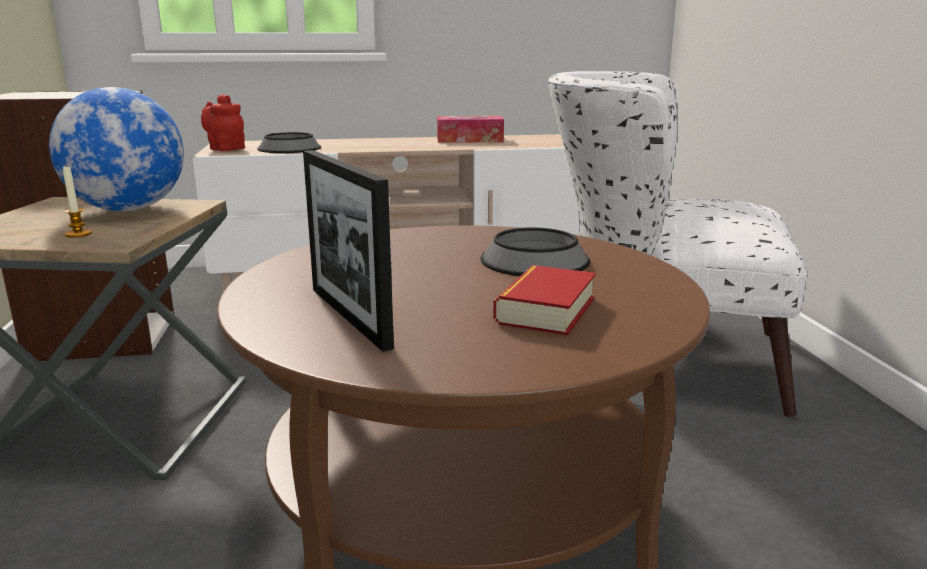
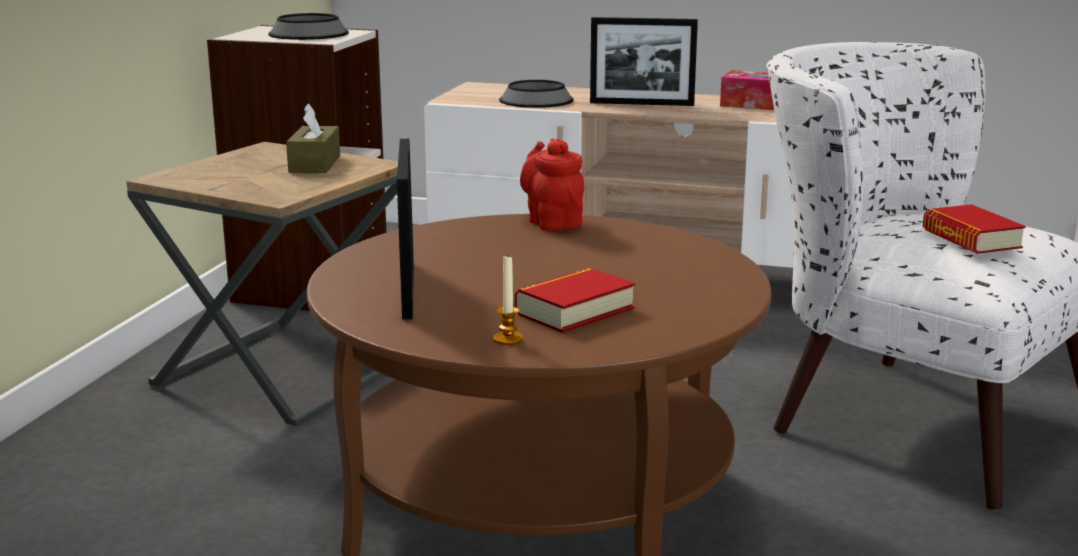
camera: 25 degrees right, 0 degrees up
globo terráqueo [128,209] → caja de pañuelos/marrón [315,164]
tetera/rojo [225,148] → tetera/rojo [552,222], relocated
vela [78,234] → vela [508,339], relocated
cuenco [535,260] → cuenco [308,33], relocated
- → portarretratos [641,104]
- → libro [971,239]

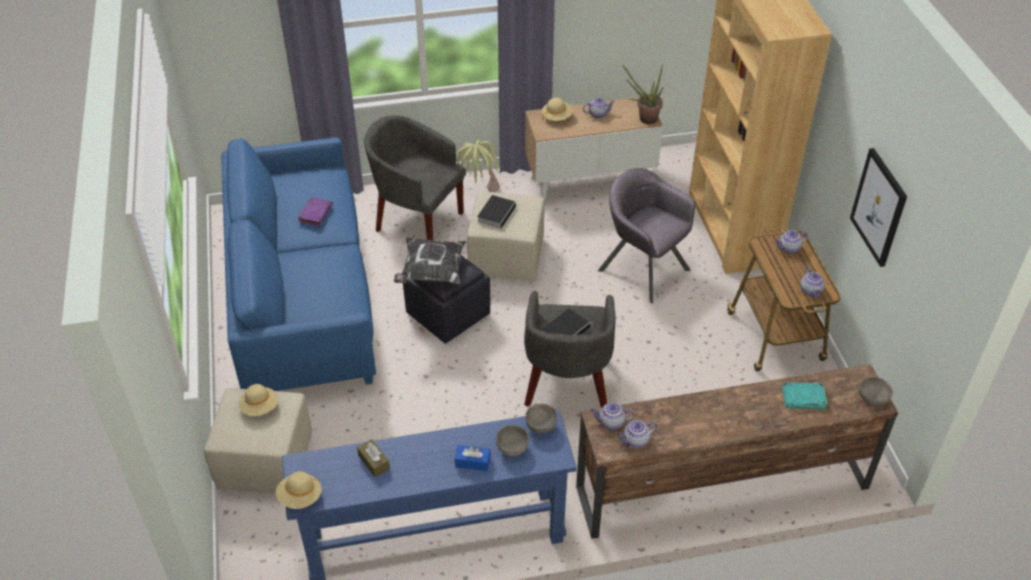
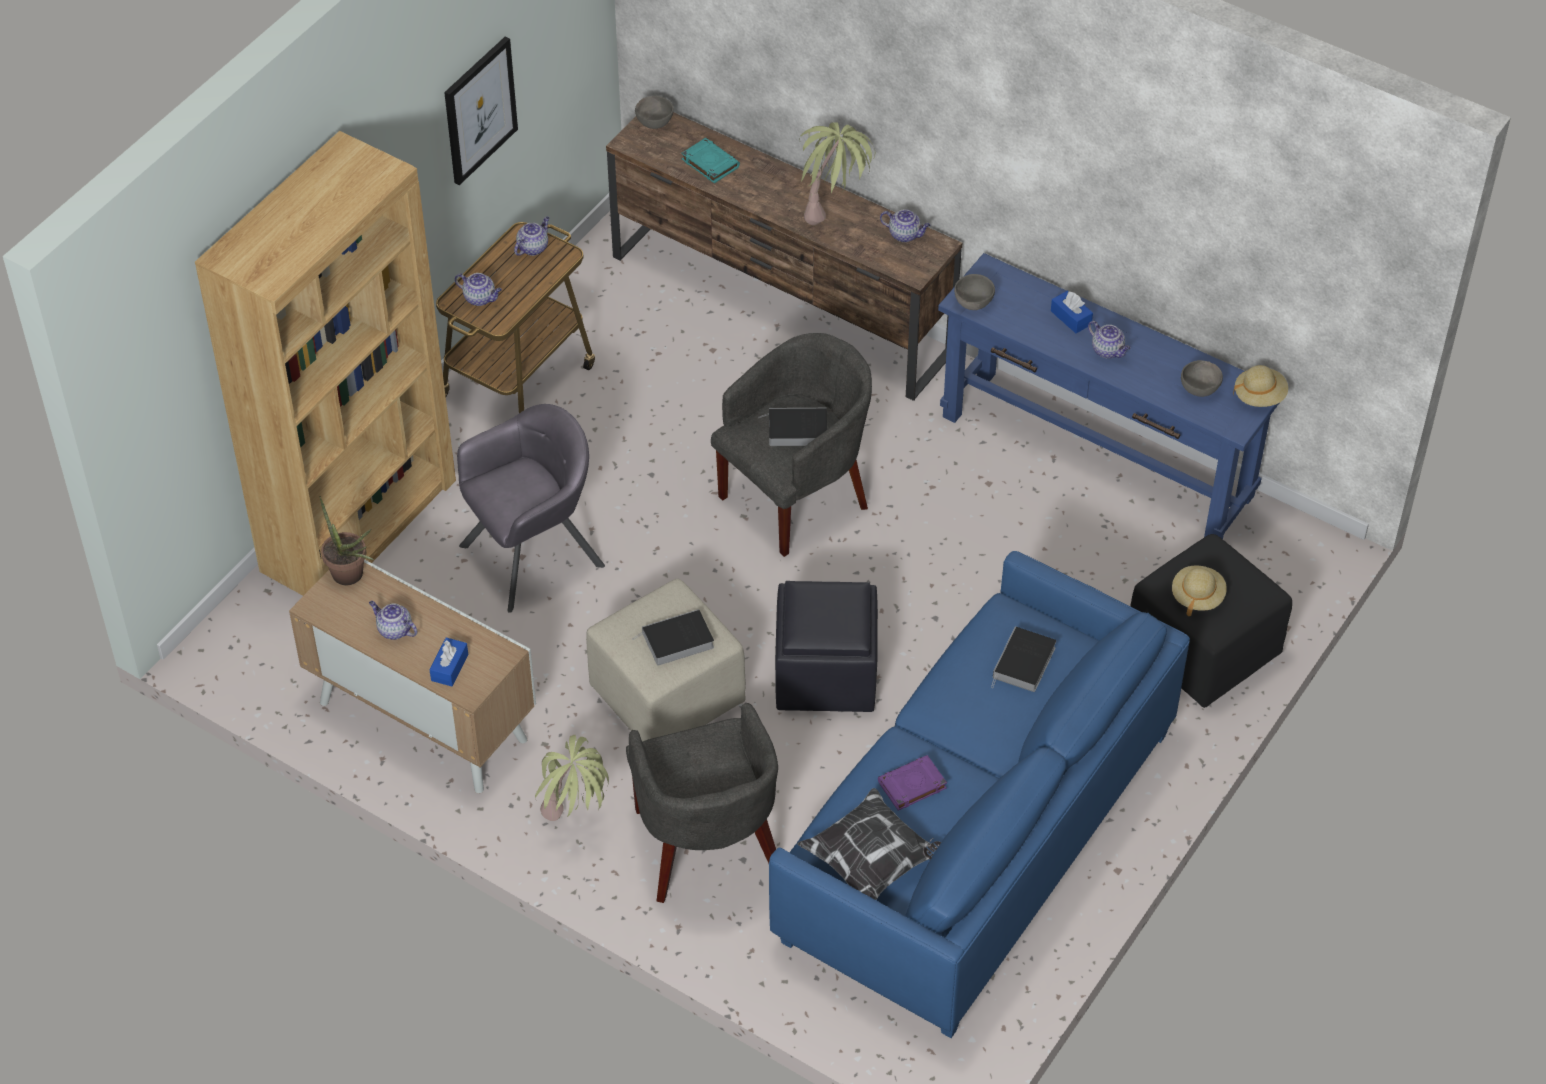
camera: 135 degrees left, 5 degrees up
sombrero/beis [557,117] → caja de pañuelos/azul [449,667]
sillón/gris [643,269] → sillón/gris [533,555], 120 degrees counterclockwise
cojín [431,272] → cojín [873,863], relocated
puf/beis [267,462] → puf/negro [1201,649]
tetera [611,422] → tetera [1108,351], relocated
cuenco/gris [512,449] → cuenco/gris [1200,389], relocated
caja de pañuelos/marrón [374,462] → -
- → planta en maceta [834,210]
- → libro [1024,664]

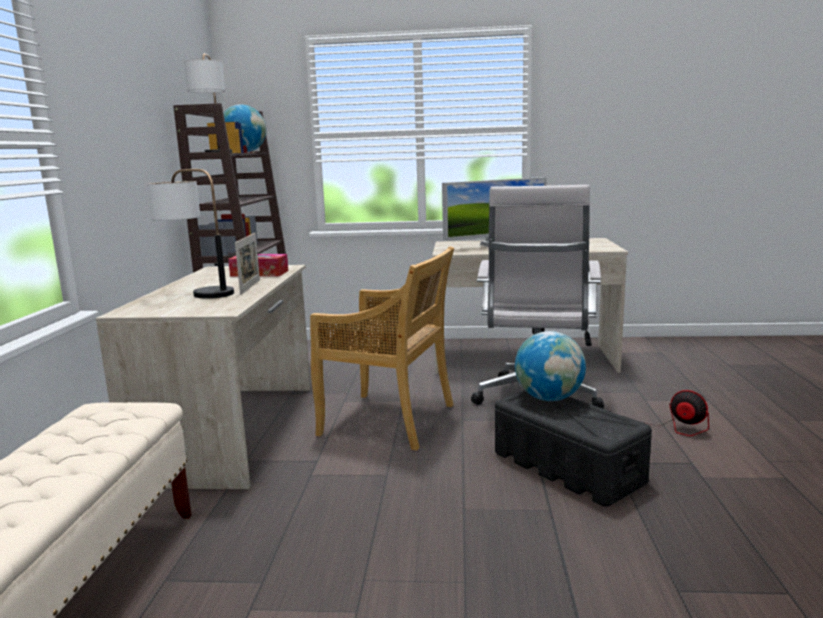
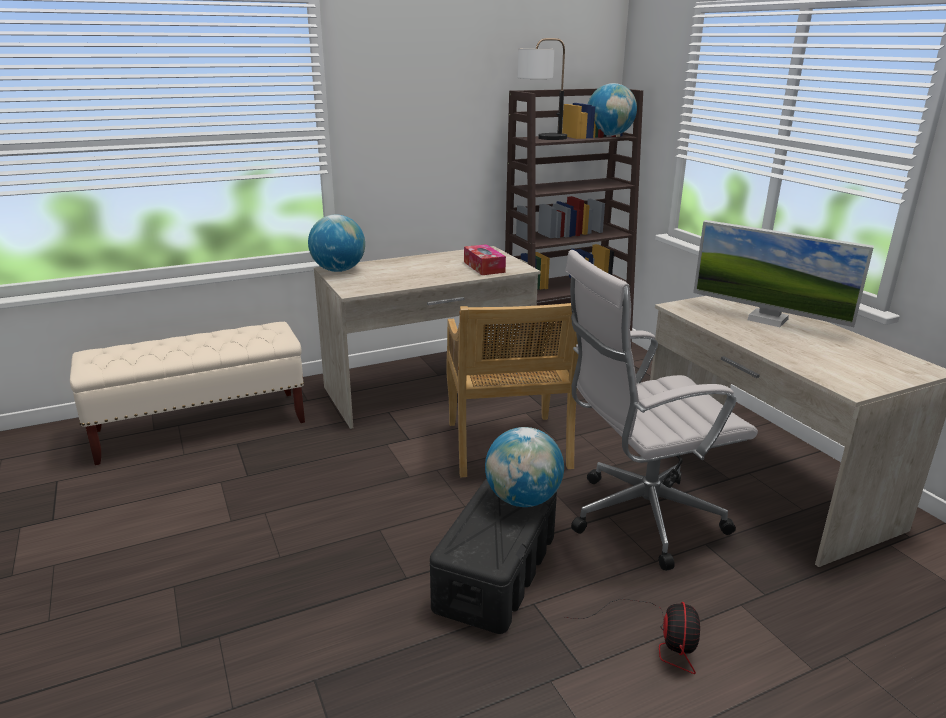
camera: 60 degrees right, 10 degrees up
lámpara de mesa [197,293] → -
portarretratos [250,287] → -
- → globo terráqueo [338,270]

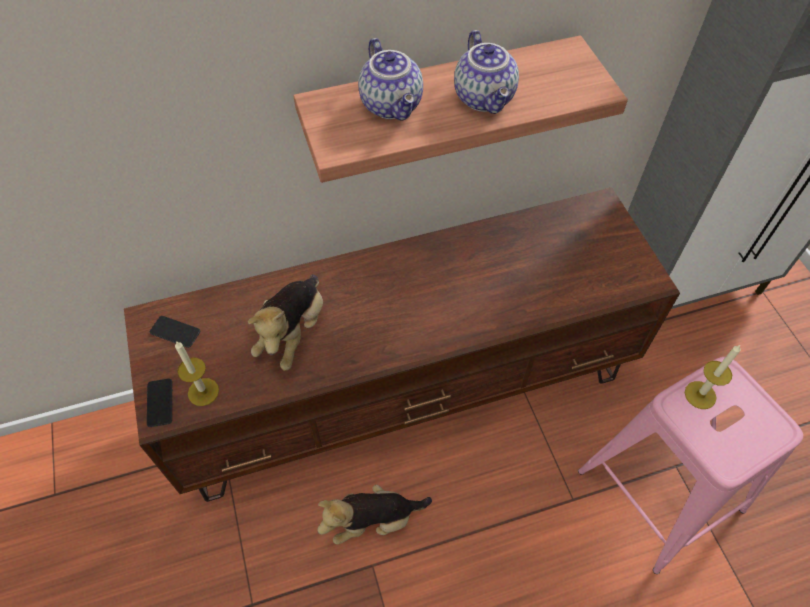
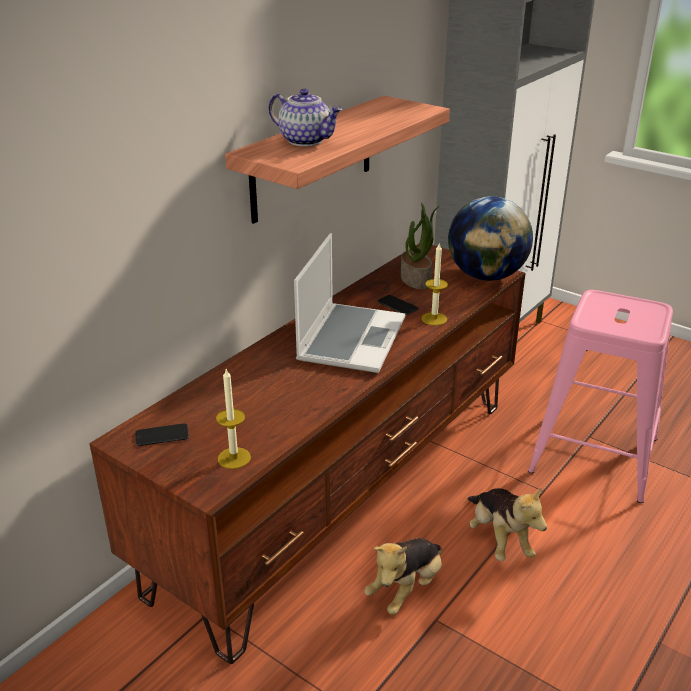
camera: 35 degrees left, 25 degrees down
tetera [485,98] → -
peluche [293,332] → peluche [499,539], relocated
vela [700,395] → vela [434,319], relocated
móvil [160,403] → móvil [397,306], relocated
- → globo terráqueo [486,276]
- → planta en maceta [416,279]
- → portátil [350,339]

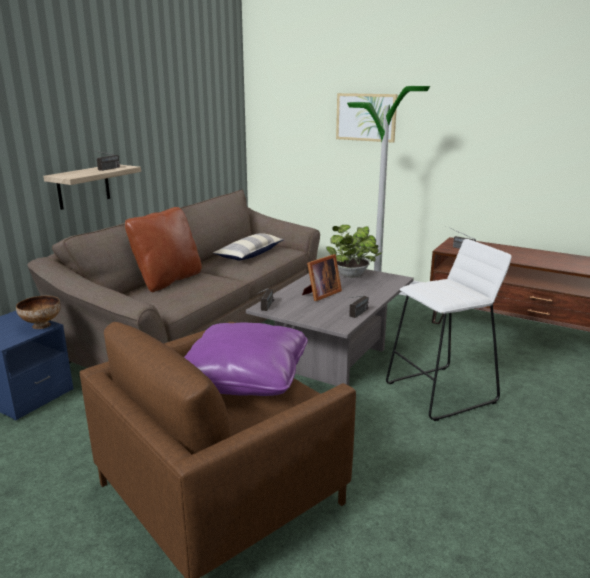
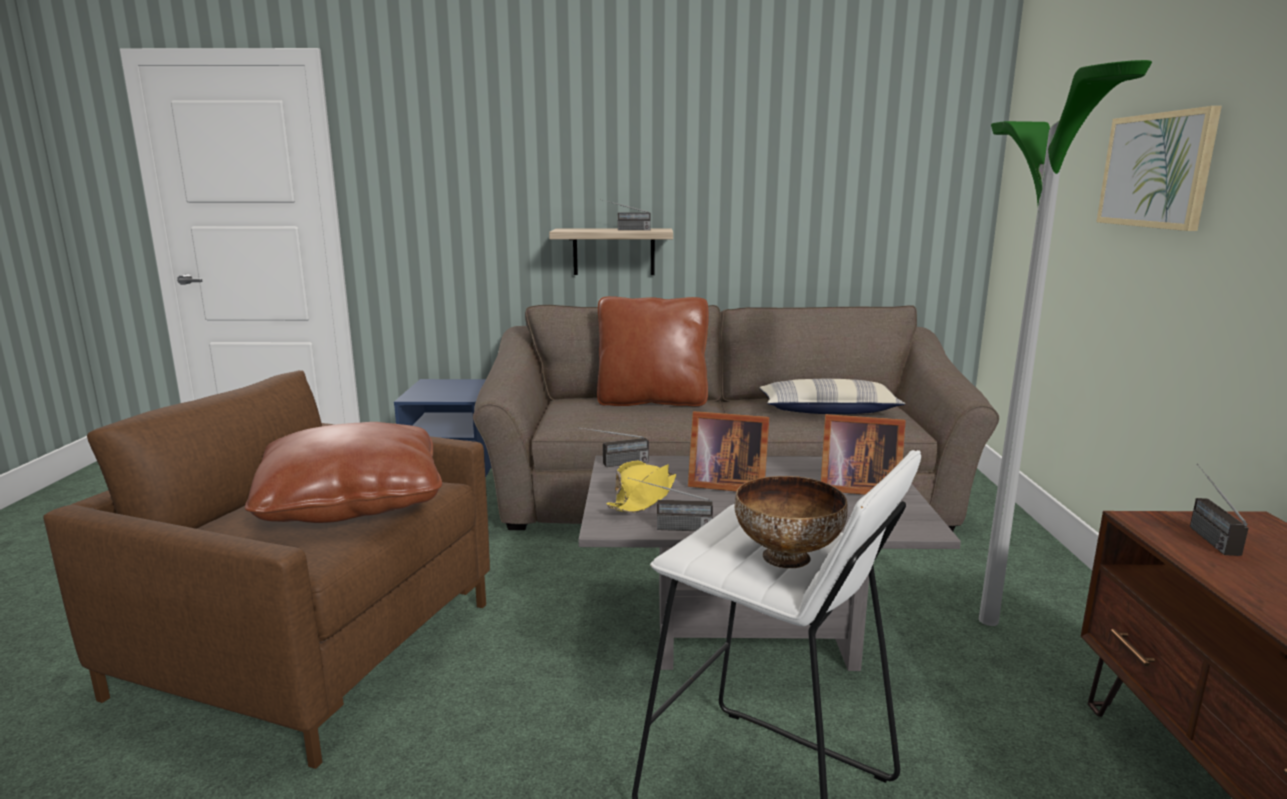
camera: 60 degrees right, 5 degrees down
planta en maceta [352,276] → portarretratos [855,488]
cuenco [42,325] → cuenco [788,558], relocated
cojín/morado [245,378] → cojín/marrón [352,502]
- → sombrero/amarillo [643,498]

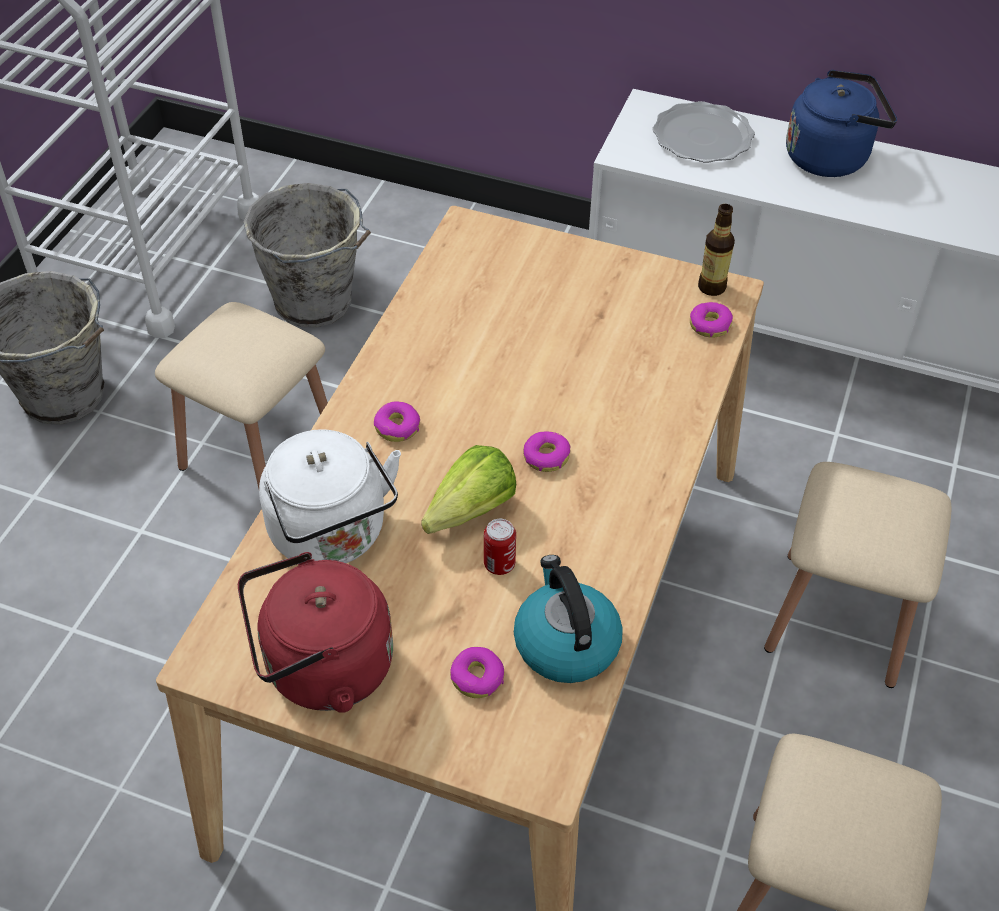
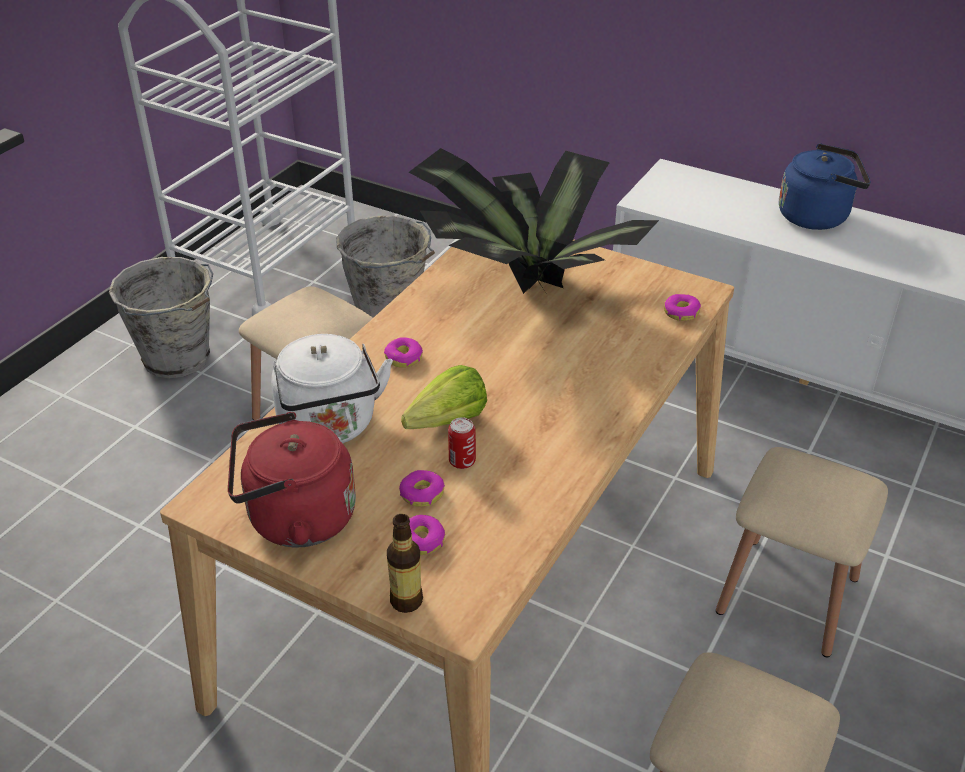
camera: 10 degrees right, 10 degrees down
plato [703,137] → -
botella [711,287] → botella [406,601], relocated
rosquilla [546,457] → rosquilla [421,493], relocated
hervidor [565,643] → -
- → planta en maceta [522,283]

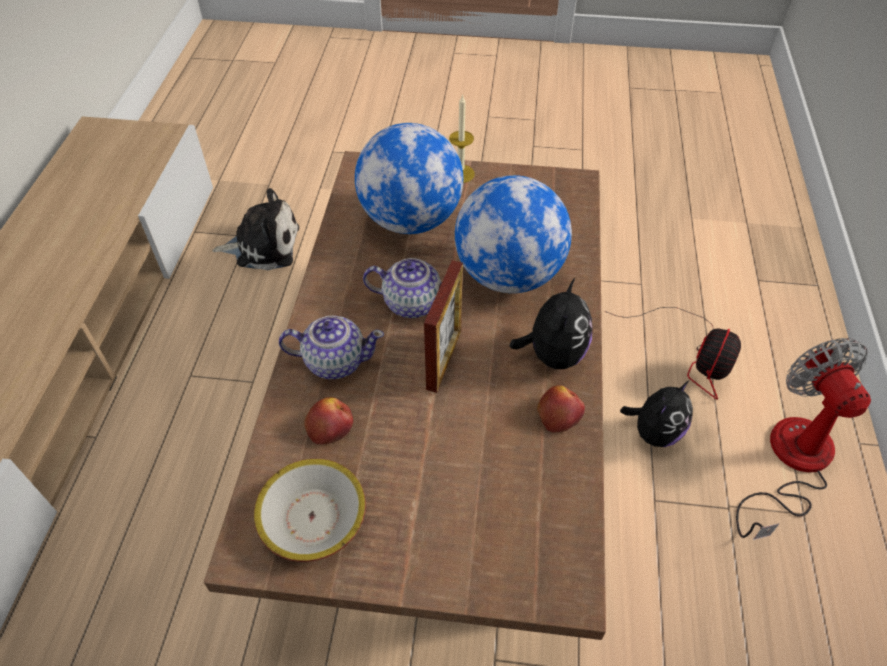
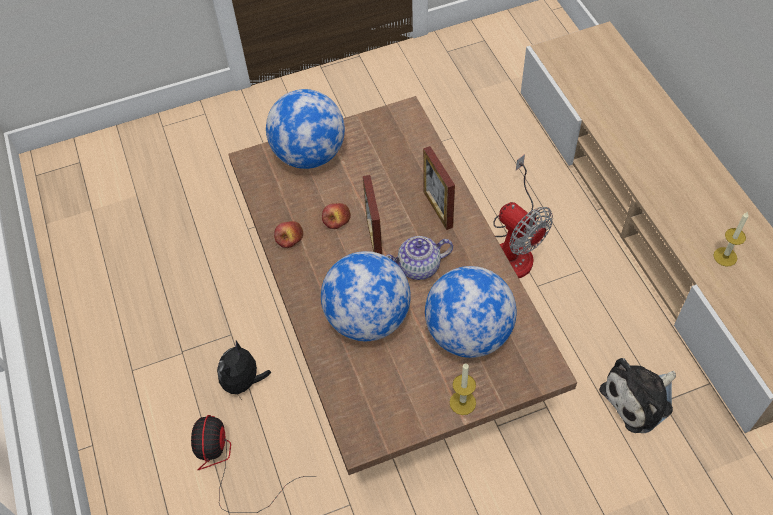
camera: 155 degrees right, 5 degrees up
peluche [552,354] → -
tetera [334,361] → portarretratos [438,209]
ventilador [791,462] → ventilador [513,247], relocated
manzana [330,425] → manzana [337,220], relocated
cuenco [312,516] → -
- → globo terráqueo [309,155]
- → vela [725,256]

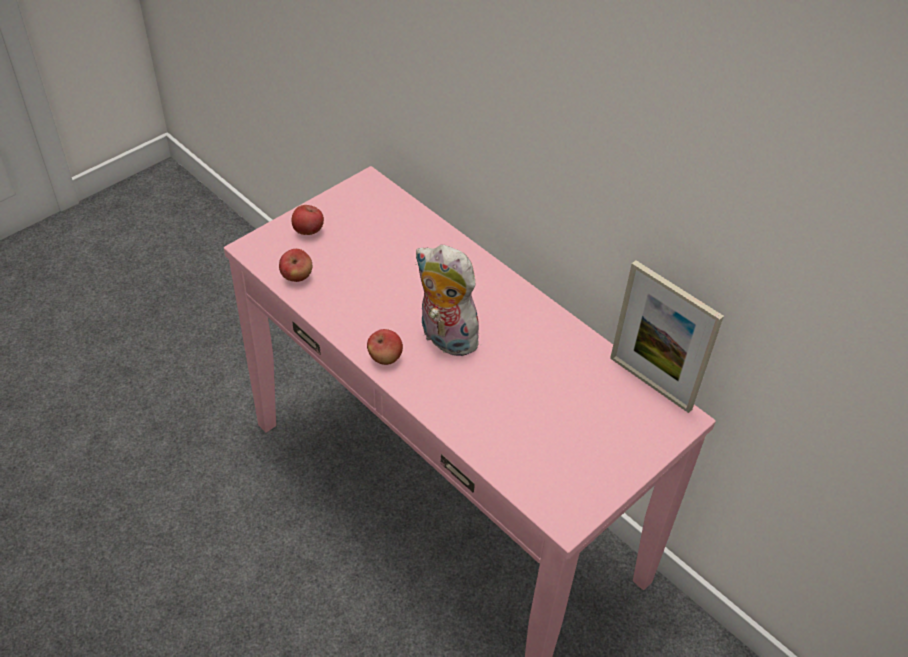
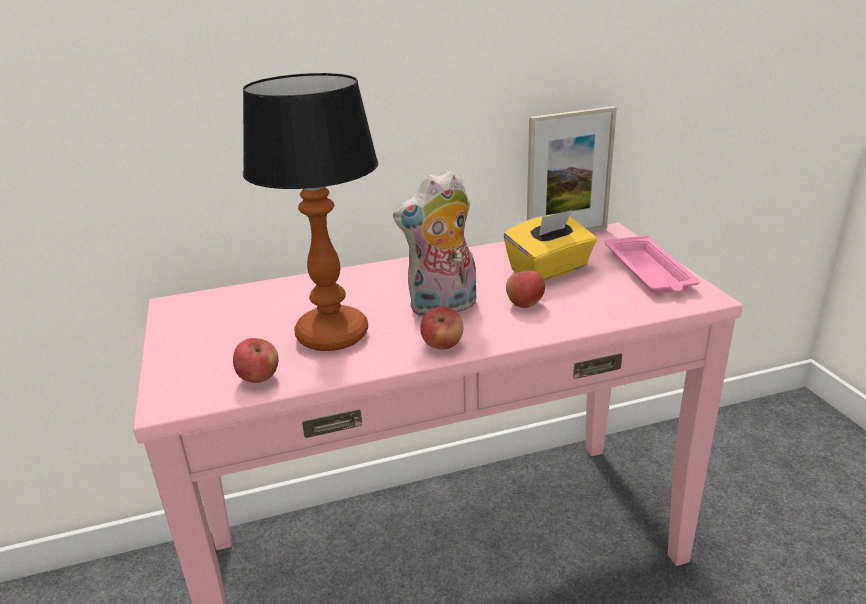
camera: 60 degrees left, 20 degrees down
manzana [308,231] → manzana [525,304], relocated
- → lámpara de mesa [331,334]
- → caja de pañuelos/amarillo [549,270]
- → bandeja/rosa [649,272]

